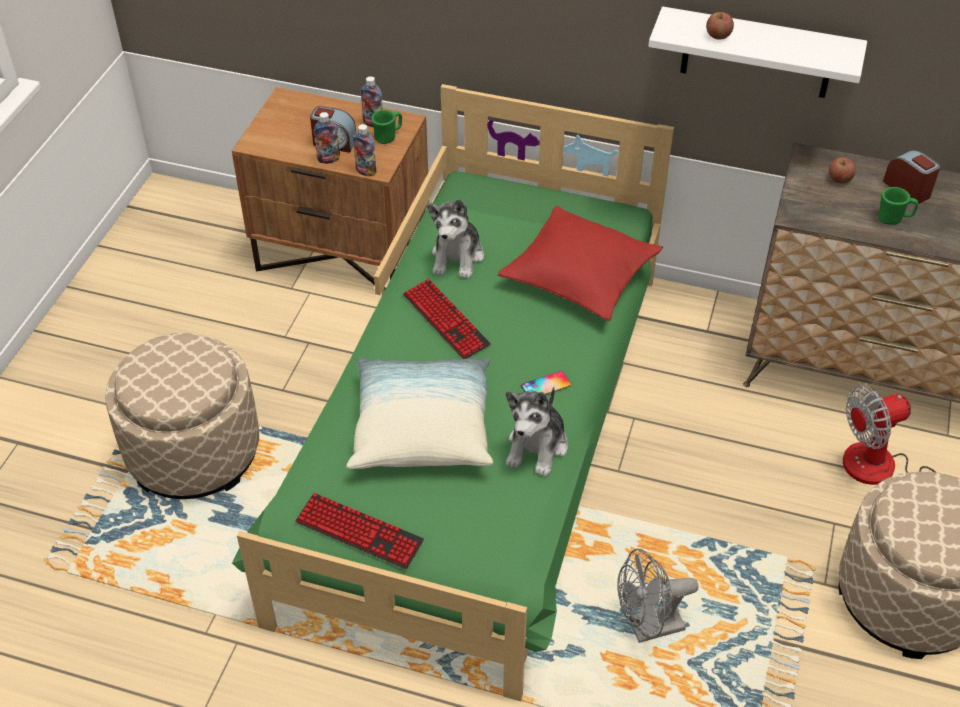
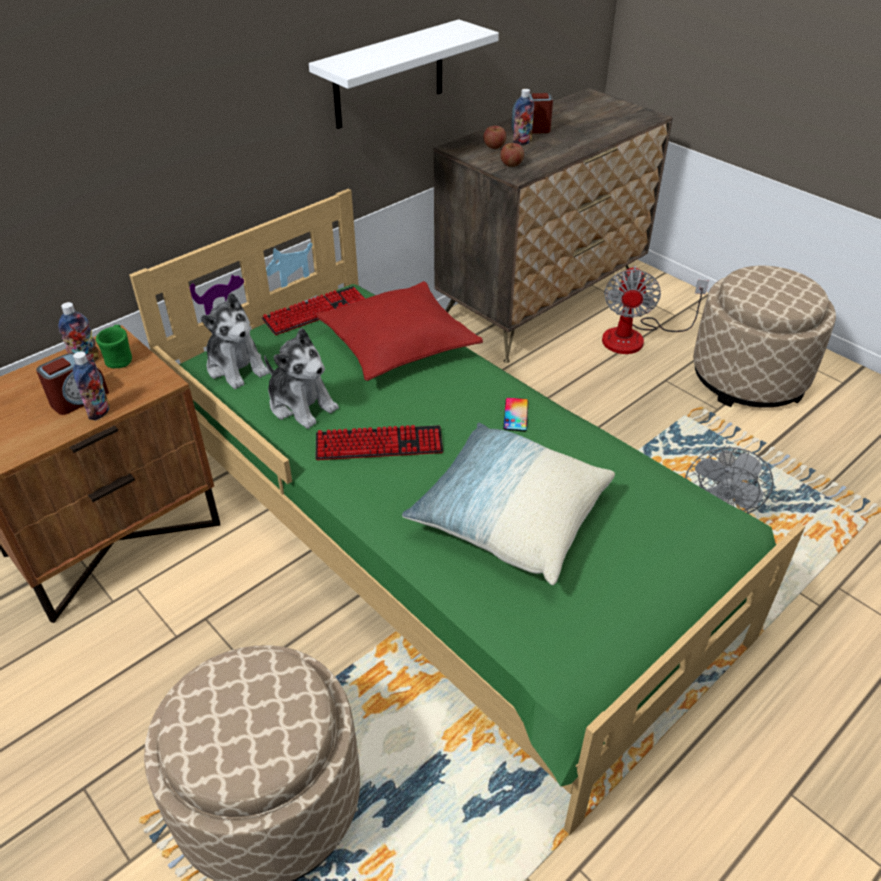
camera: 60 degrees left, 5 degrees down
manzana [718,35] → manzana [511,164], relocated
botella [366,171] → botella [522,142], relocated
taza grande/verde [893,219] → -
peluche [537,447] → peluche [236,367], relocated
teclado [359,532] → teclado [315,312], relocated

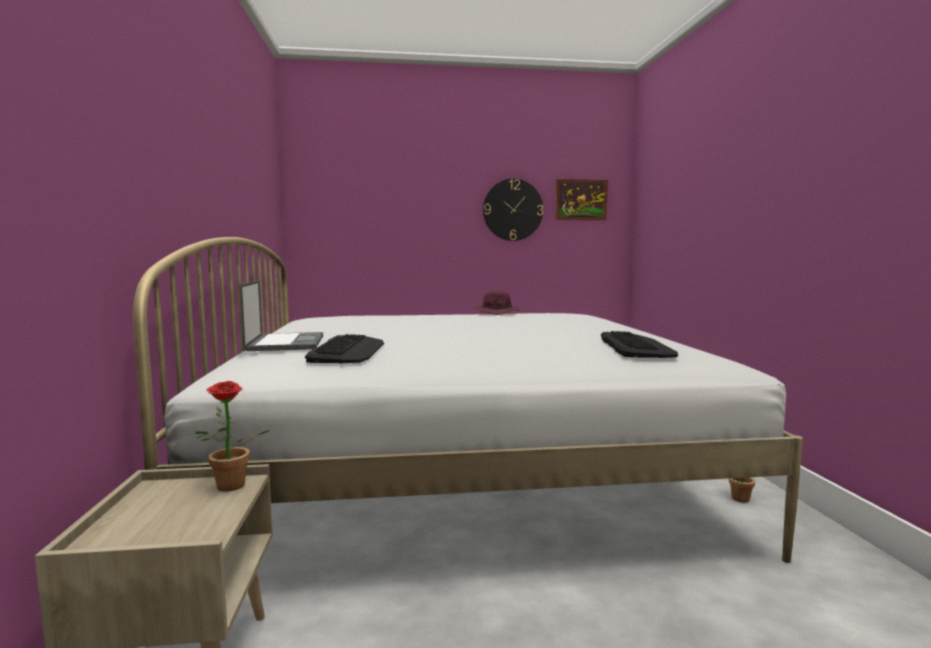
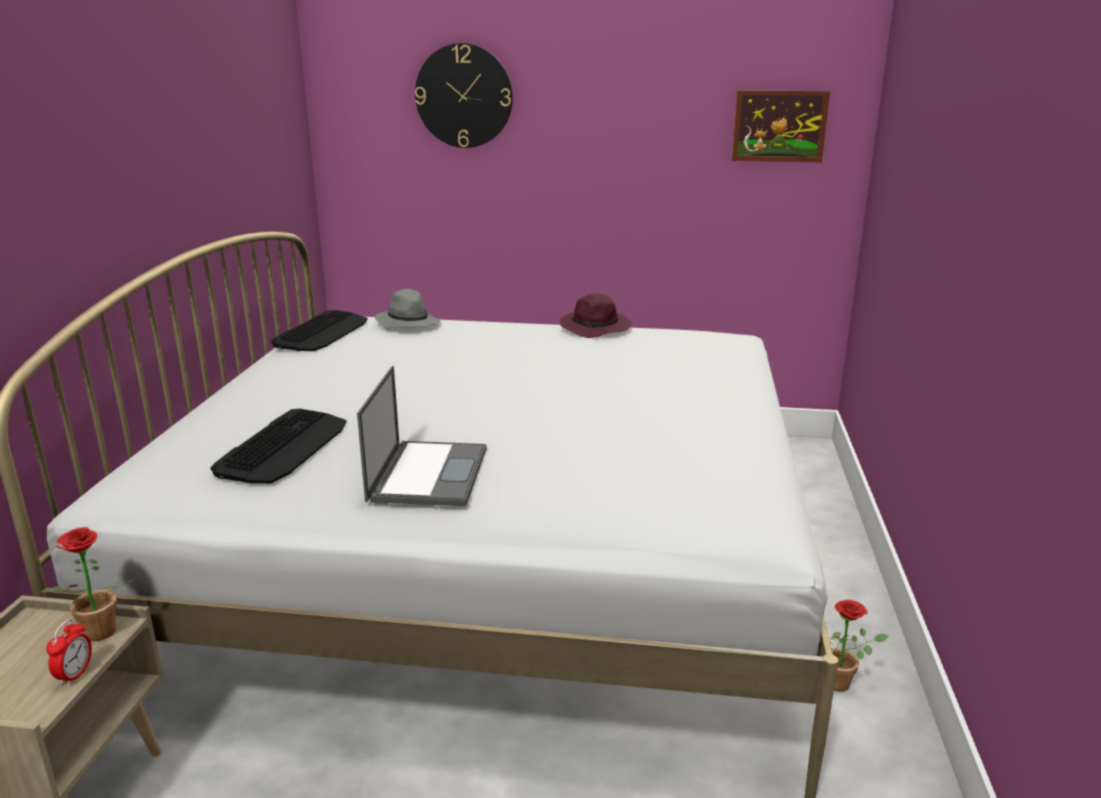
camera: 15 degrees right, 15 degrees up
reloj de pared [512,210] → reloj de pared [464,96], relocated
portátil [285,343] → portátil [428,473], relocated
teclado [636,347] → teclado [322,332], relocated
- → sombrero/gris [407,323]
- → despertador [75,675]

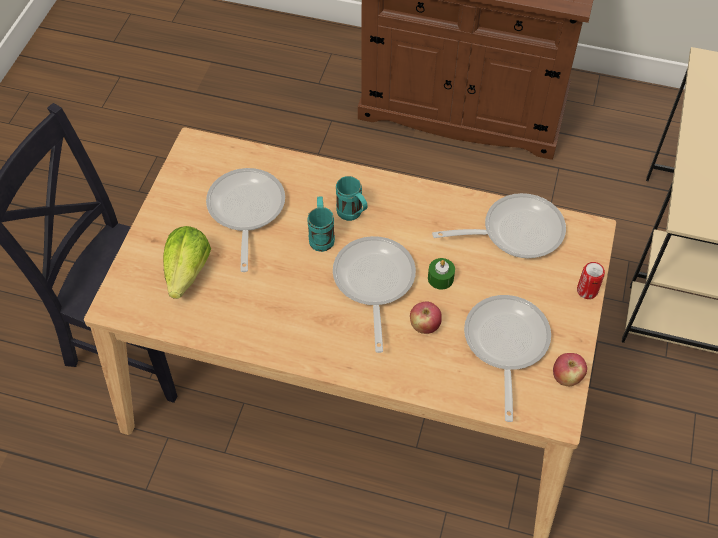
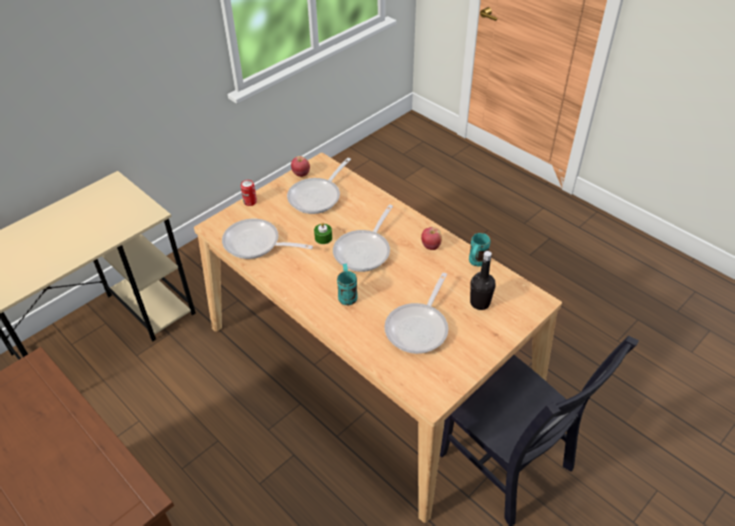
camera: 150 degrees left, 10 degrees down
taza grande/turquesa [321,235] → taza grande/turquesa [476,263], relocated
lechuga [188,272] → botella/negro [480,303]
manzana [424,326] → manzana [431,246], relocated

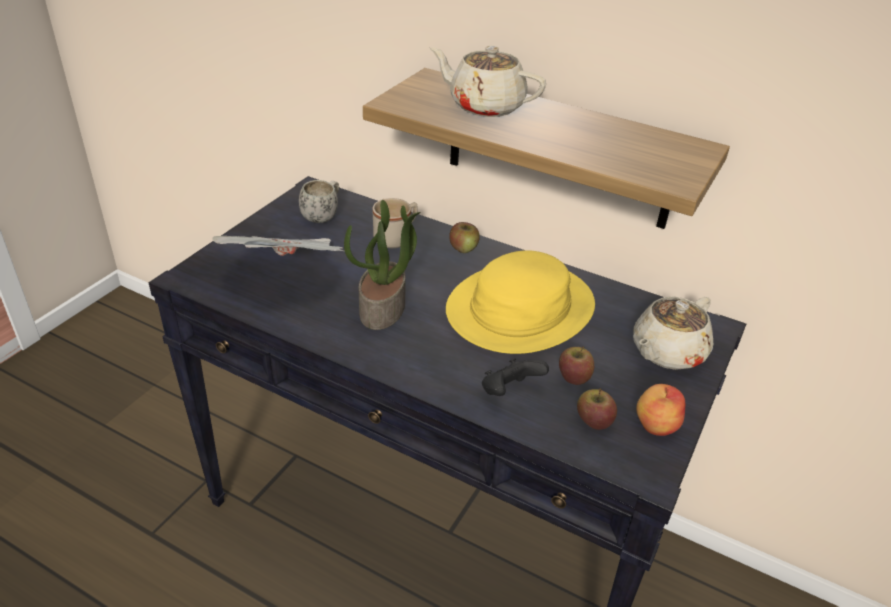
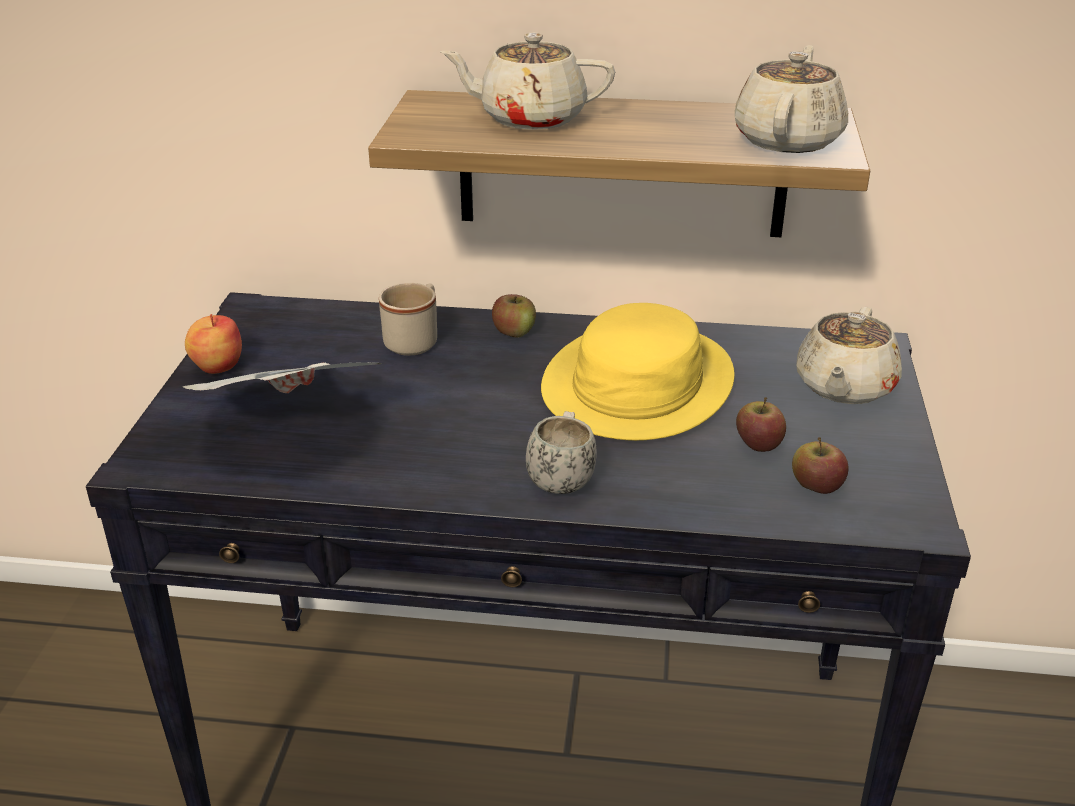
camera: 20 degrees left, 5 degrees down
taza grande/blanco [323,216] → taza grande/blanco [561,477], relocated
planta en maceta [383,309] → -
mando de consola/negro [509,392] → -
manzana [655,425] → manzana [217,366], relocated
- → tetera/beis [788,139]

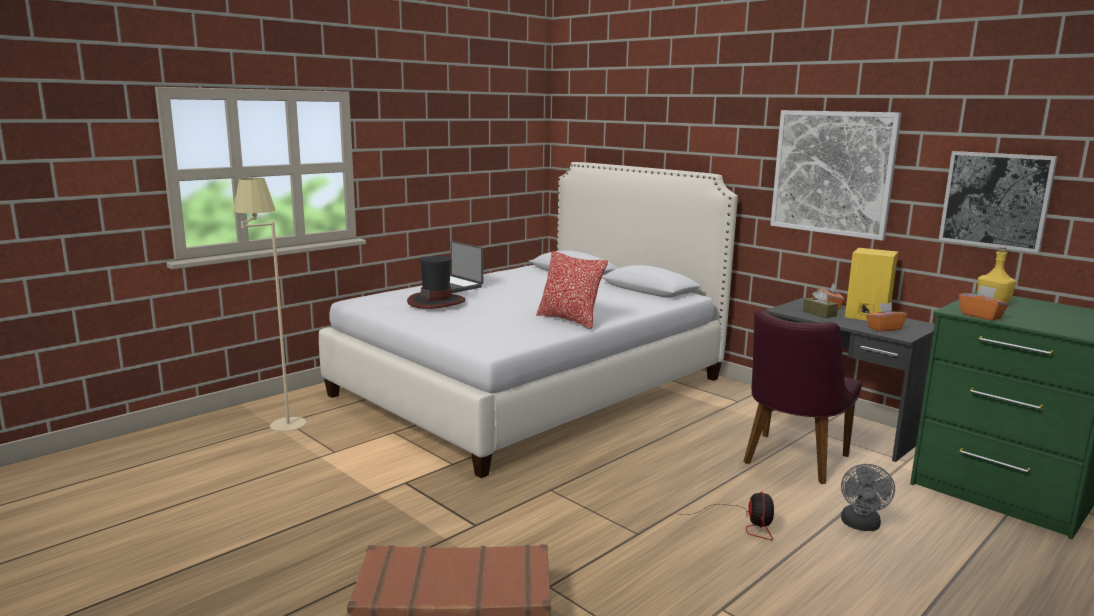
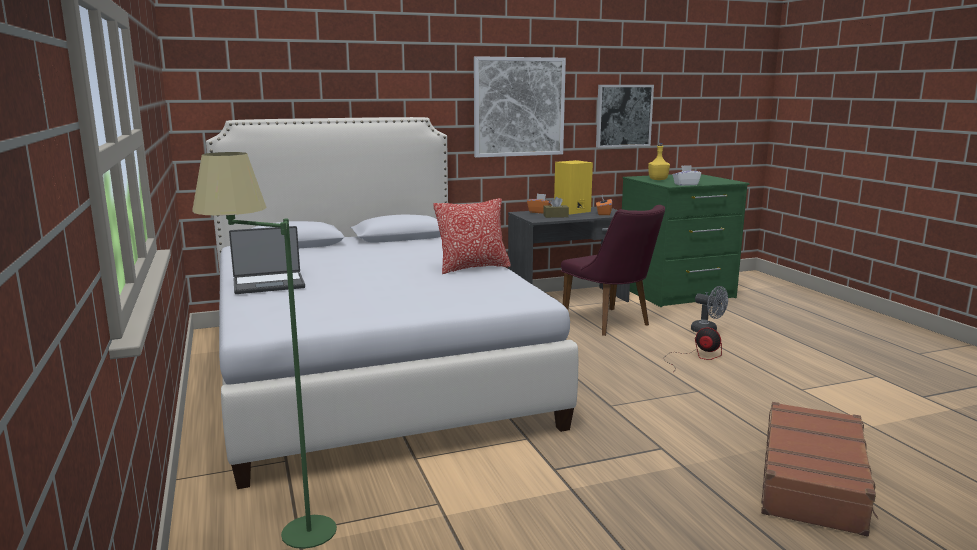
camera: 65 degrees left, 0 degrees up
lámpara de pie/beis [278,420] → lámpara de pie/verde [284,539]
sombrero [436,301] → -
caja de pañuelos/naranja [981,316] → caja de pañuelos/blanco [685,184]

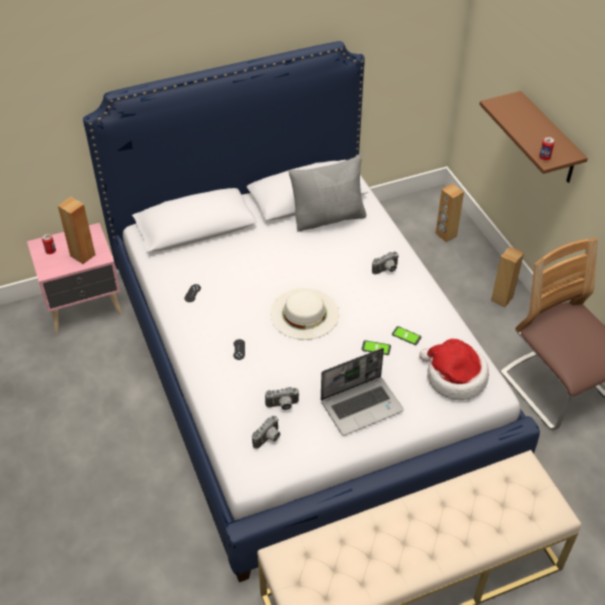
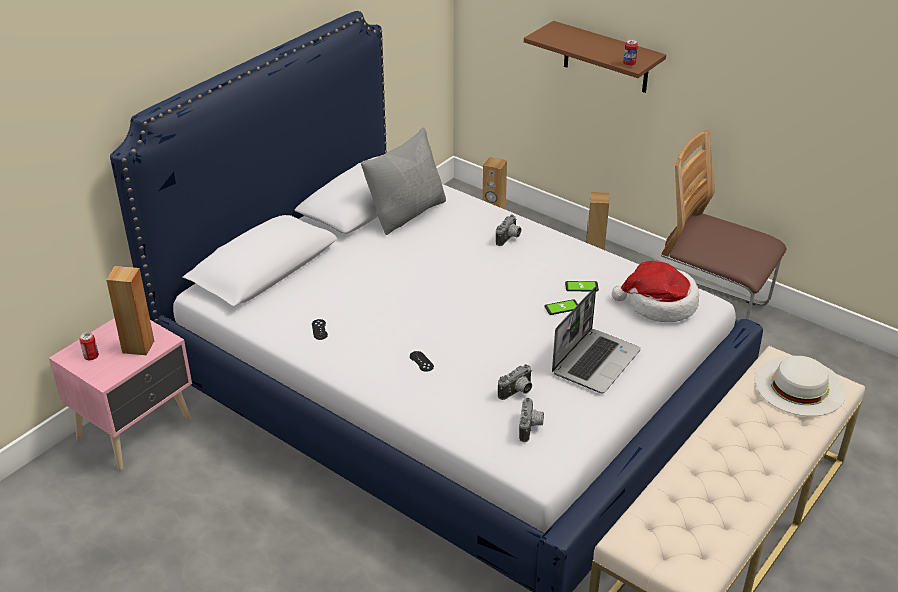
camera: 30 degrees left, 10 degrees down
sombrero/blanco [304,313] → sombrero/blanco [799,386], relocated

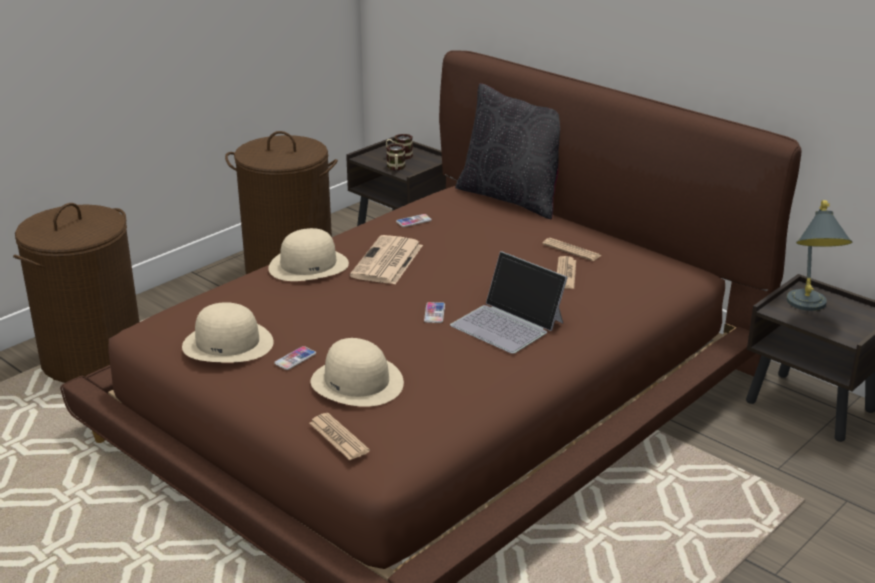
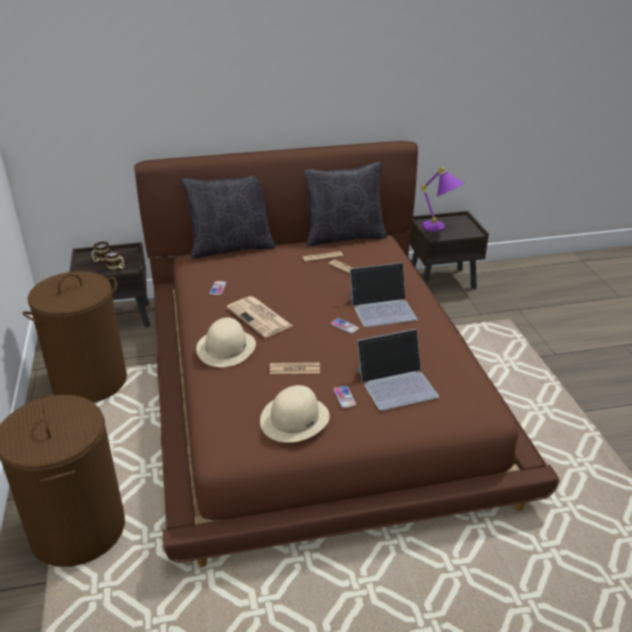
camera: 55 degrees left, 5 degrees up
lámpara de mesa/gris [808,308] → lámpara de mesa/morado [440,229]
sombrero/beis [357,382] → portátil [397,383]
periódico [338,437] → periódico [294,369], relocated
- → cojín/negro [343,236]

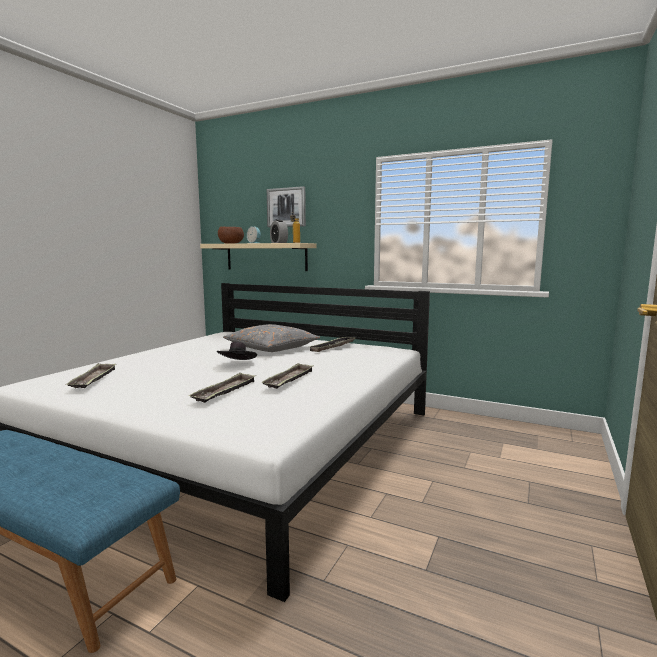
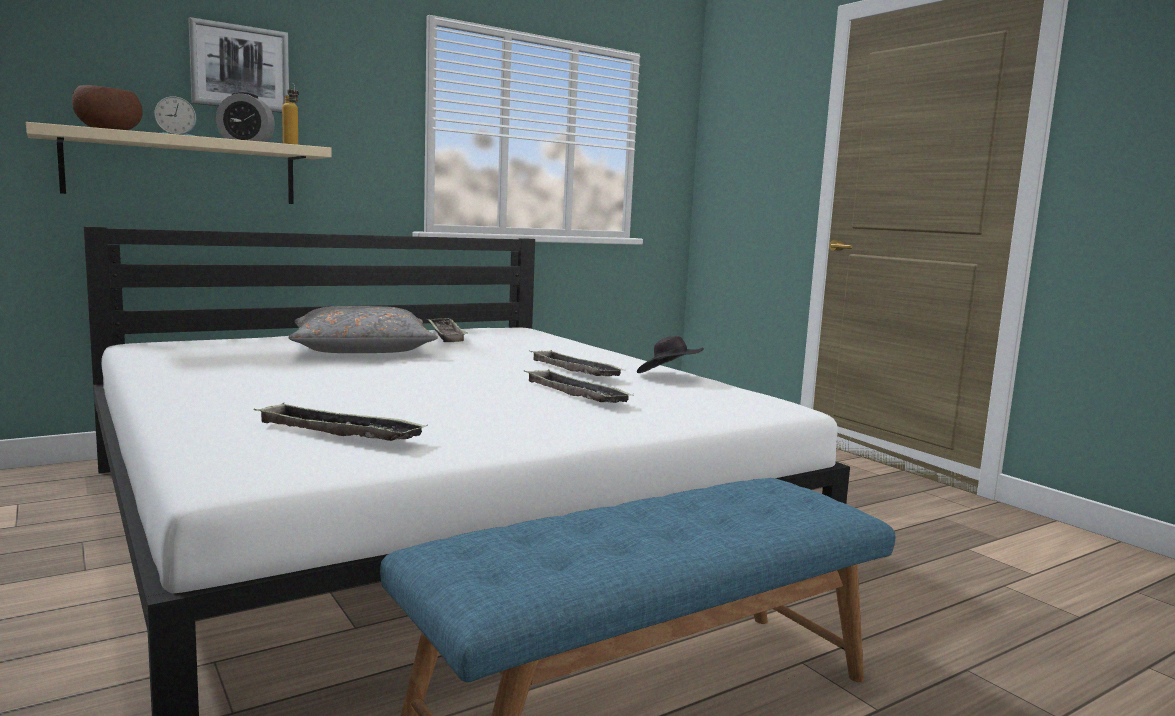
camera: 60 degrees left, 0 degrees up
sombrero/negro [237,364] → sombrero/negro [669,377], relocated

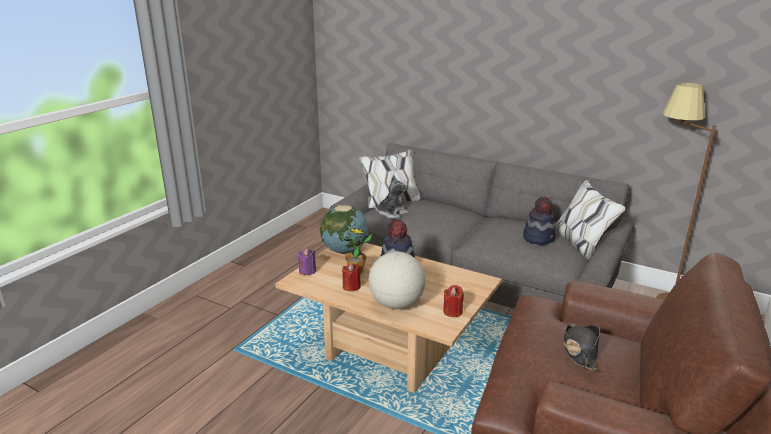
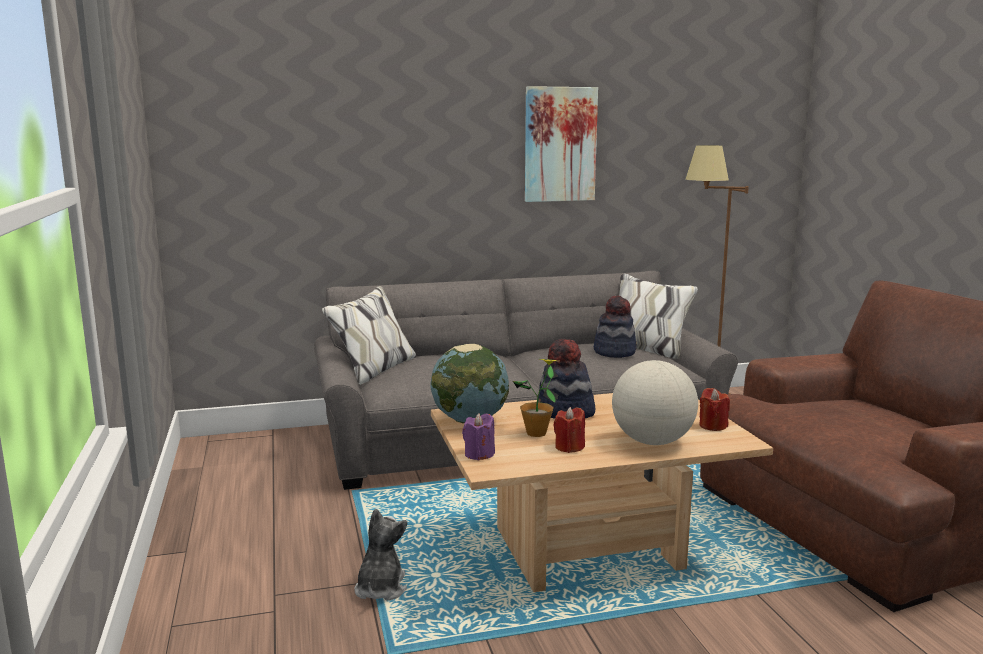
camera: 45 degrees left, 10 degrees down
peluche [391,213] → peluche [380,588], relocated
sombrero/negro [579,350] → -
- → cuadro [560,144]

